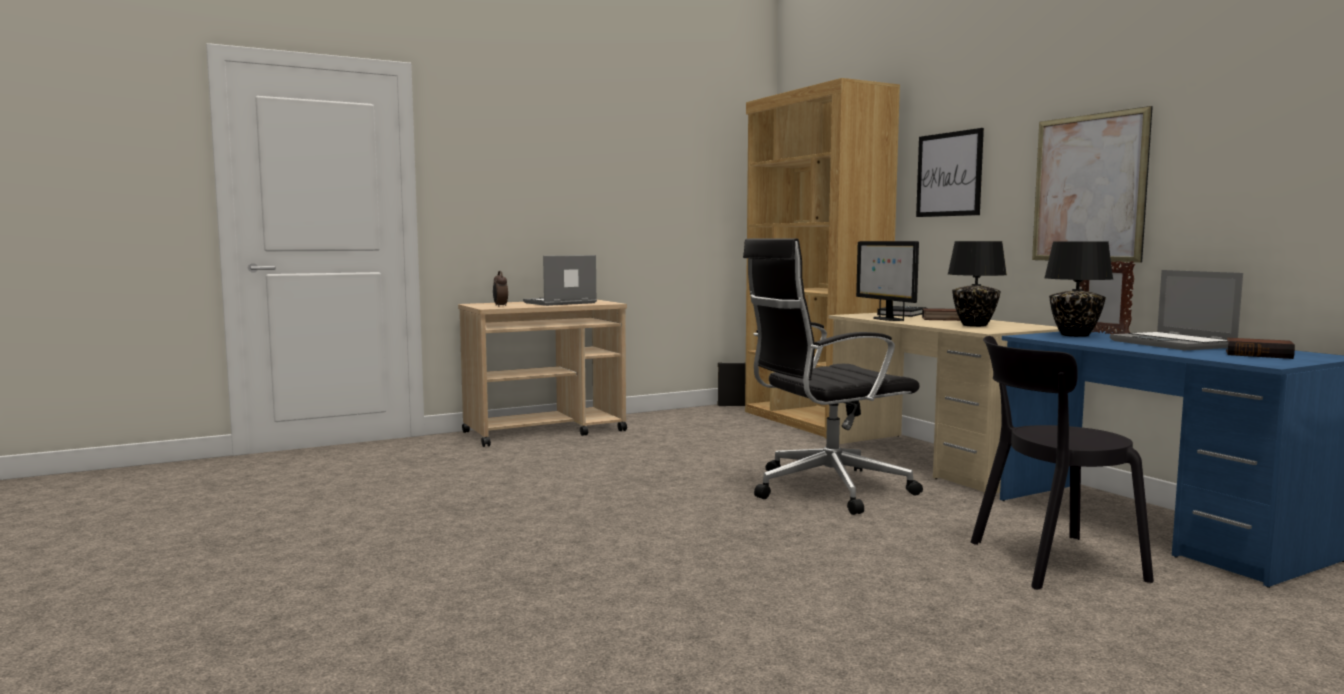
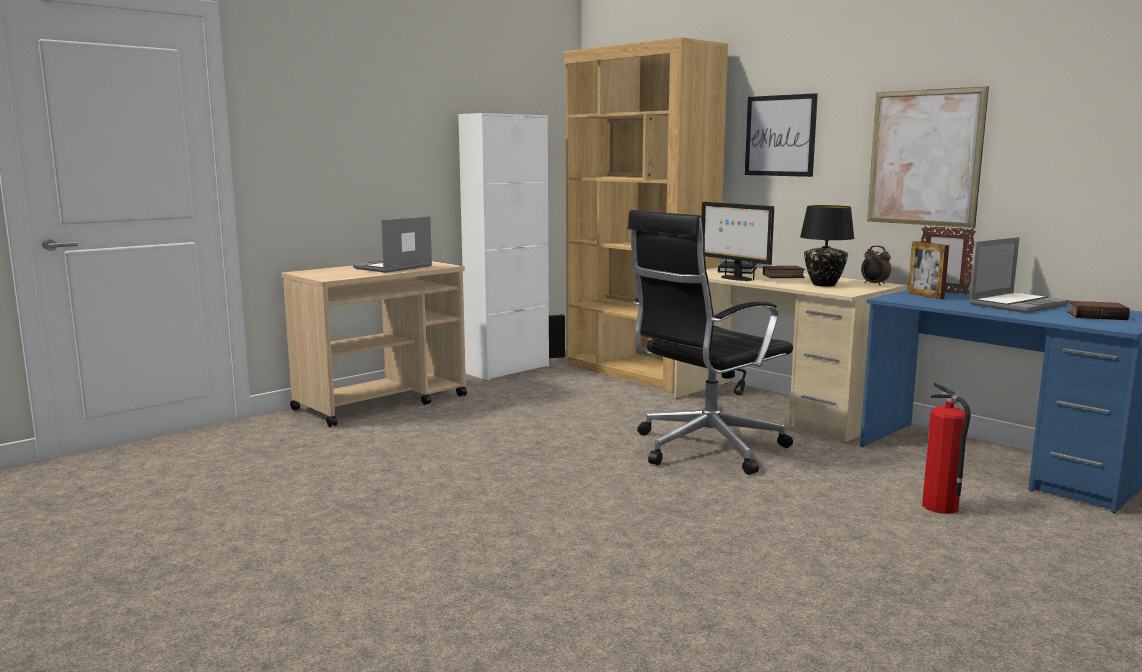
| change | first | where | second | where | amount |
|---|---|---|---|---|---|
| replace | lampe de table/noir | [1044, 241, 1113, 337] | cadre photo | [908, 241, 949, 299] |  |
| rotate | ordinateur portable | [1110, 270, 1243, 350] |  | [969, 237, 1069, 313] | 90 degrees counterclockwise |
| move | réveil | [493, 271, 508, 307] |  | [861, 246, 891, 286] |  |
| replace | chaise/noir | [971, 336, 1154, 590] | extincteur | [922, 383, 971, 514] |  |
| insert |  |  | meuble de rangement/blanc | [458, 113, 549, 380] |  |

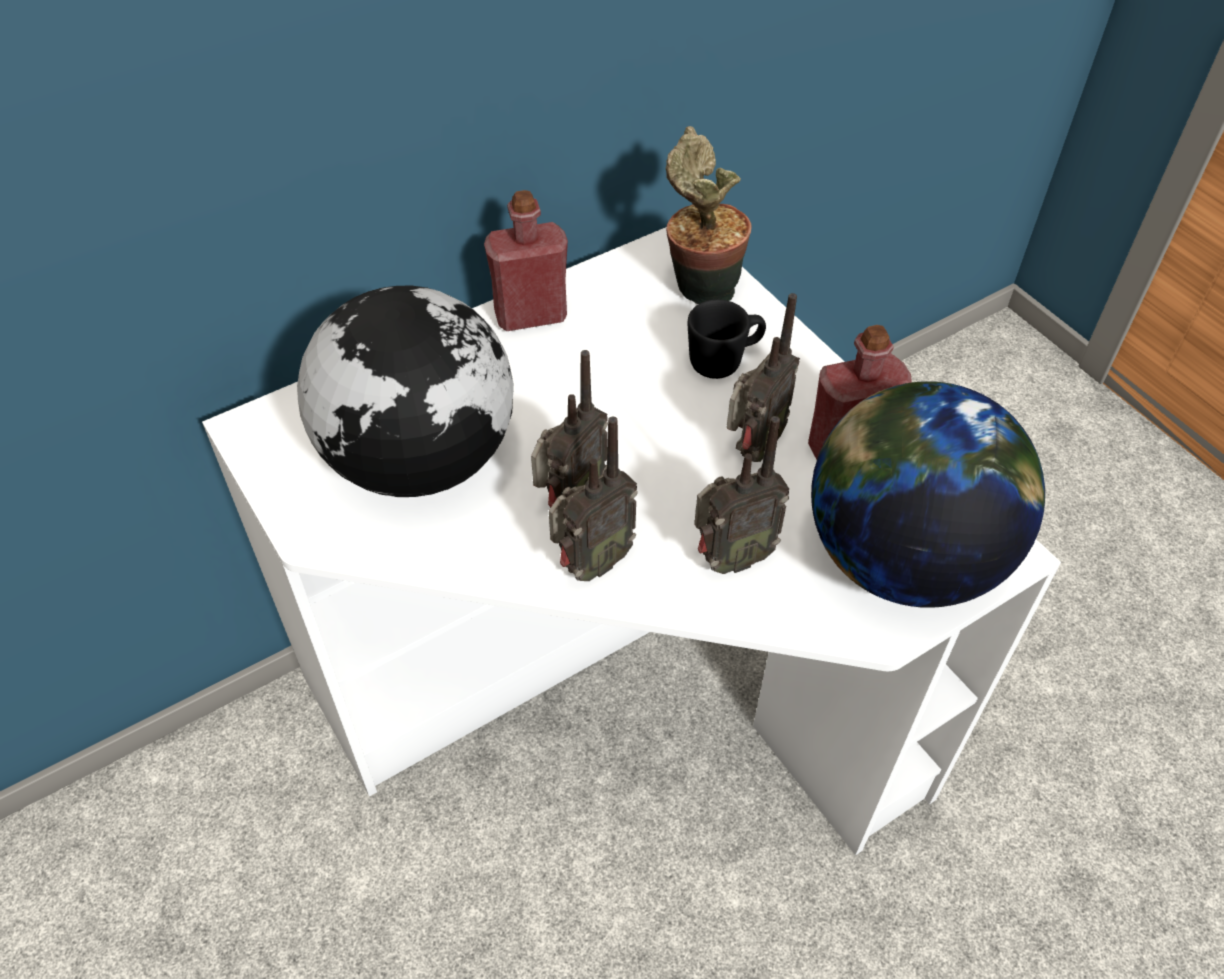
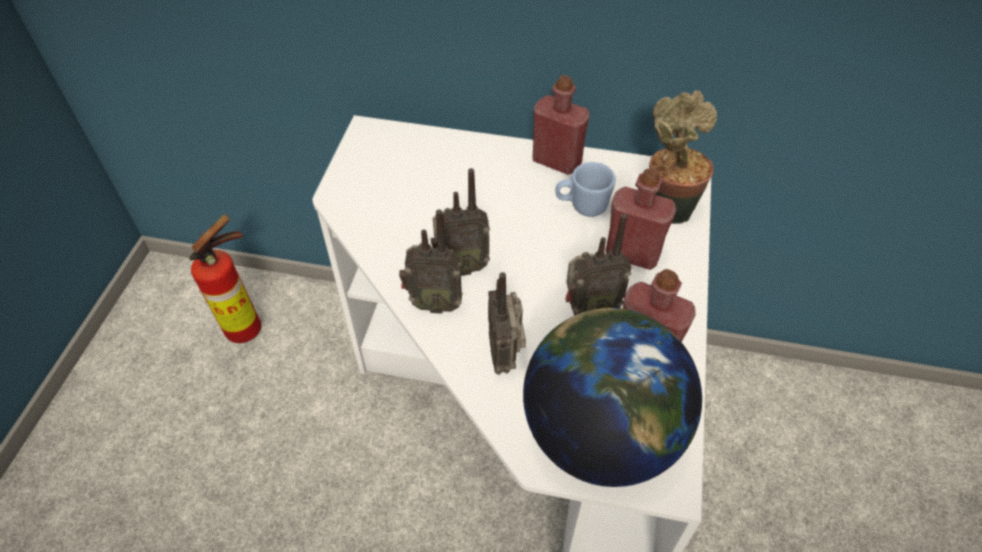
| change | first | where | second | where | amount |
|---|---|---|---|---|---|
| delete | globe | [297, 286, 514, 497] |  |  |  |
| replace | mug/noir | [688, 299, 766, 379] | bouteille/rouge | [605, 168, 676, 270] |  |
| rotate | radio | [694, 416, 789, 574] |  | [488, 272, 526, 375] | 60 degrees clockwise |
| insert |  |  | mug/bleu | [556, 162, 616, 217] |  |
| insert |  |  | extincteur | [189, 214, 261, 343] |  |

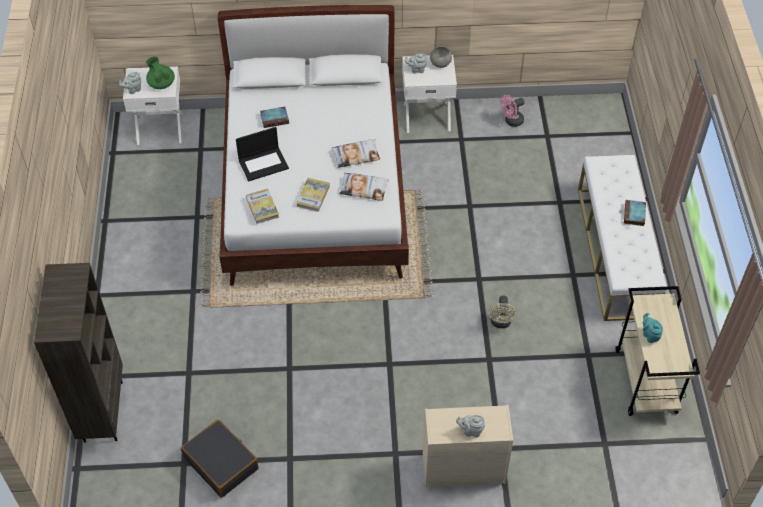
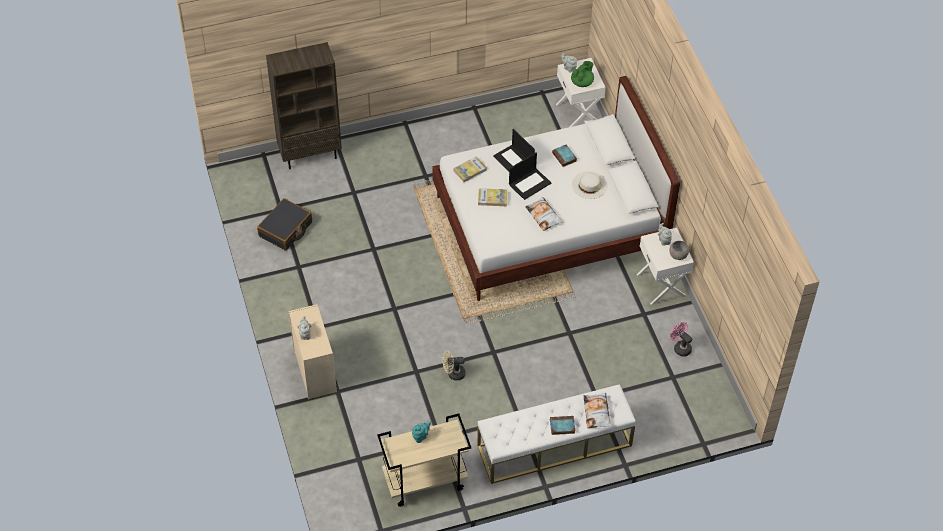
| change | first | where | second | where | amount |
|---|---|---|---|---|---|
| move | coussin | [339, 173, 389, 201] |  | [584, 393, 611, 428] |  |
| insert |  |  | ordinateur portable | [509, 152, 551, 200] |  |
| insert |  |  | chapeau/blanc | [572, 171, 608, 199] |  |

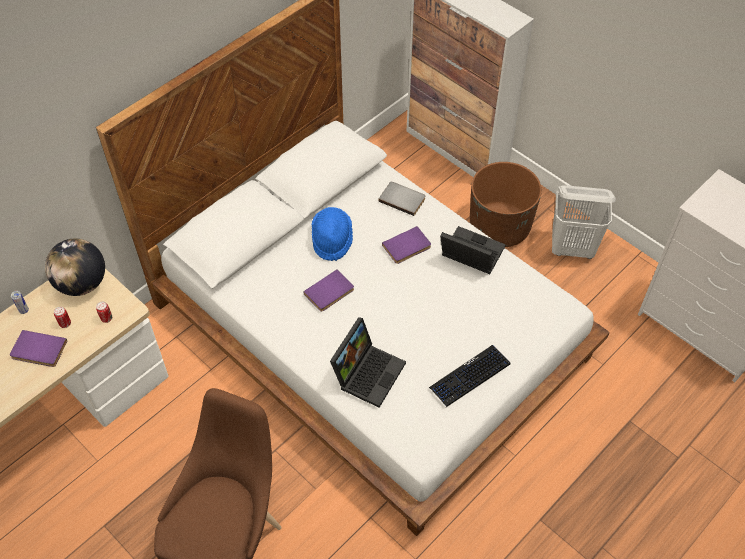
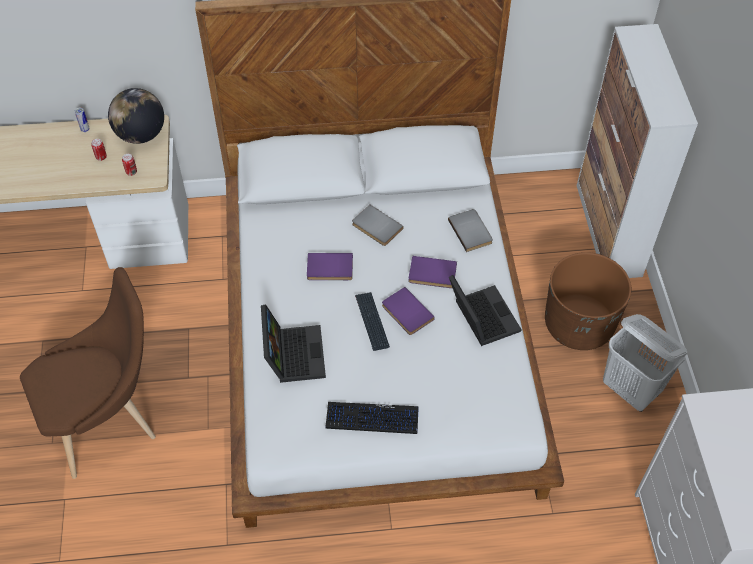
| change | first | where | second | where | amount |
|---|---|---|---|---|---|
| replace | chapeau/bleu | [311, 207, 353, 261] | livre/gris | [352, 205, 403, 246] |  |
| rotate | ordinateur portable | [330, 317, 406, 408] |  | [261, 304, 326, 383] | 75 degrees counterclockwise |
| move | livre/violet | [10, 330, 67, 367] |  | [382, 287, 435, 335] |  |
| insert |  |  | clavier | [355, 292, 390, 351] |  |

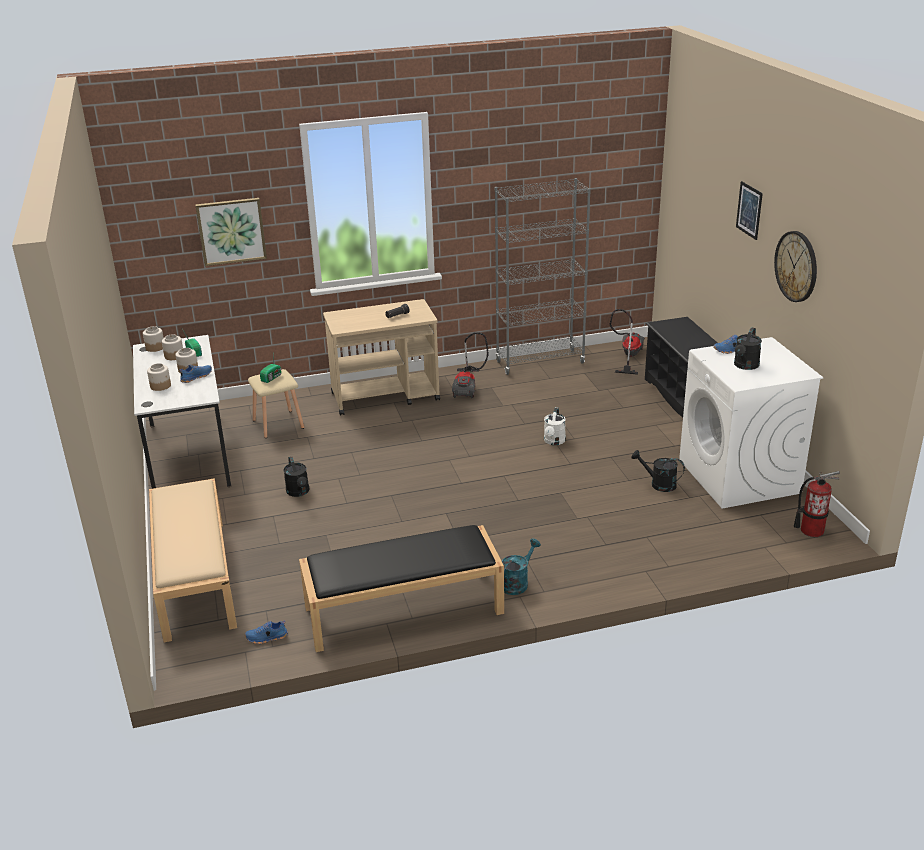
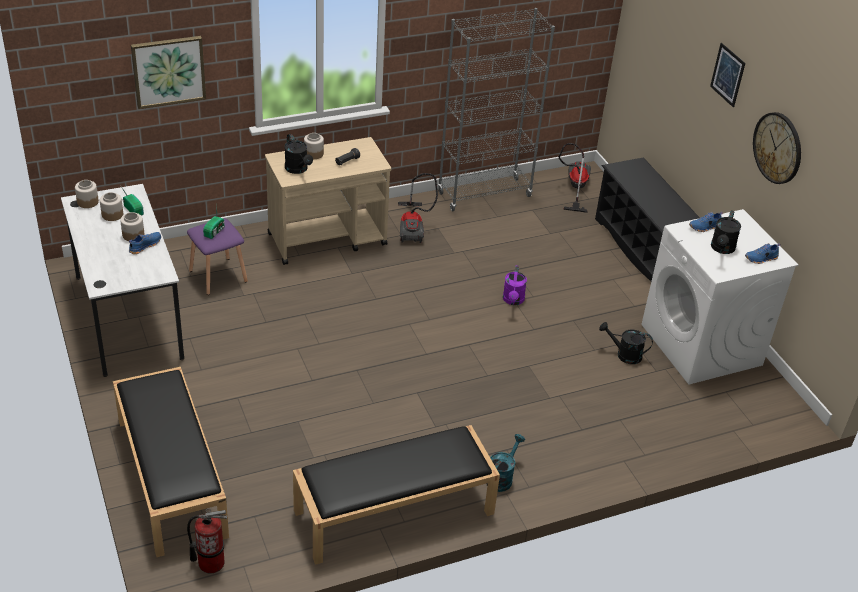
| change | first | where | second | where | amount |
|---|---|---|---|---|---|
| move | bocal | [147, 363, 171, 391] |  | [304, 133, 324, 159] |  |
| recolor | tabouret/beige | [248, 369, 304, 438] | tabouret/violet | [187, 218, 248, 295] |  |
| recolor | arrosoir/blanc | [544, 407, 566, 445] | arrosoir/violet | [503, 265, 527, 305] |  |
| move | arrosoir/noir | [283, 457, 309, 497] |  | [284, 134, 313, 174] |  |
| move | extincteur | [794, 471, 840, 537] |  | [187, 509, 227, 573] |  |
| recolor | banc/beige | [149, 478, 237, 642] | banc/noir | [113, 367, 229, 557] |  |
| move | chaussure/bleu | [245, 620, 288, 644] |  | [745, 243, 781, 264] |  |

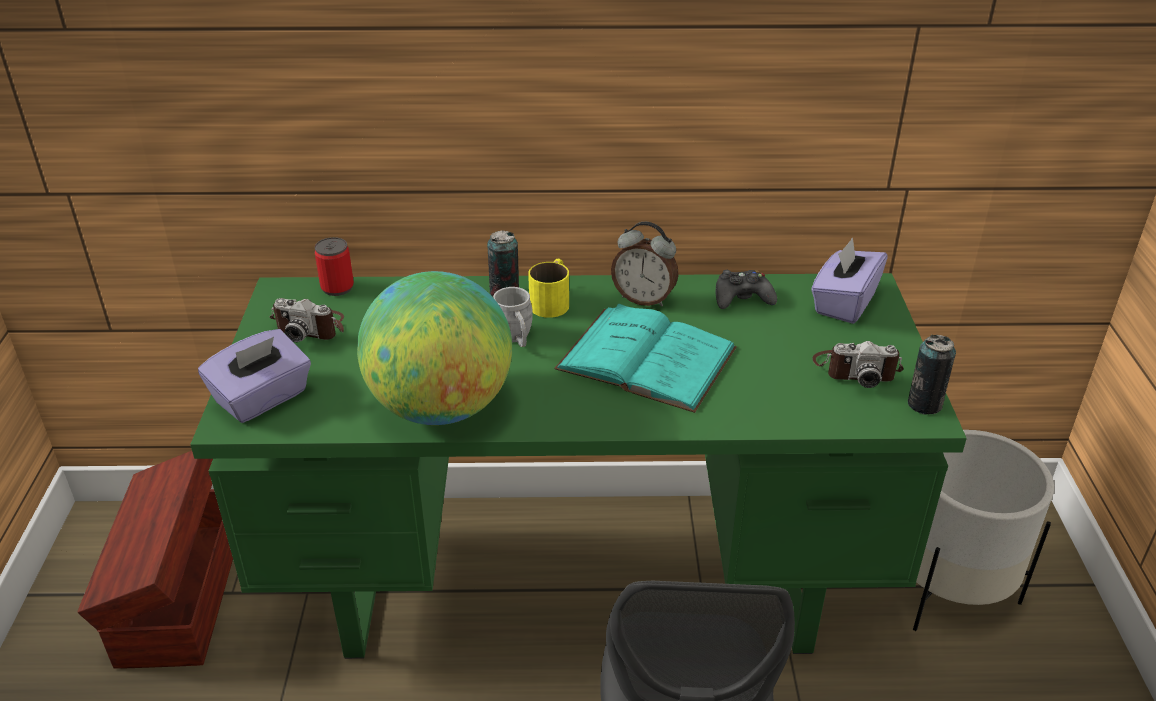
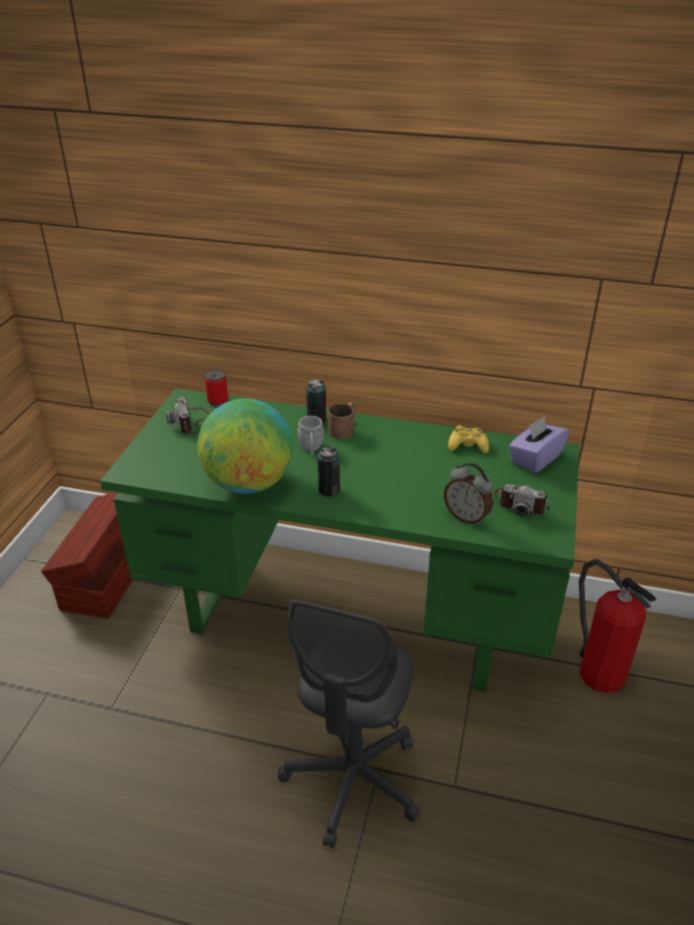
| change | first | where | second | where | amount |
|---|---|---|---|---|---|
| move | réveil | [611, 222, 679, 307] |  | [444, 463, 493, 525] |  |
| recolor | mug/jaune | [528, 259, 569, 318] | mug/marron | [328, 402, 357, 439] |  |
| recolor | manette/noir | [716, 270, 777, 309] | manette/jaune | [448, 425, 489, 453] |  |
| rotate | appareil photo | [270, 298, 344, 342] |  | [166, 397, 210, 434] | 45 degrees clockwise |
| delete | livre/turquoise | [554, 303, 737, 413] |  |  |  |
| delete | boîte à mouchoirs/violet | [198, 329, 311, 423] |  |  |  |
| move | boîte métallique | [908, 335, 956, 414] |  | [318, 446, 340, 497] |  |
| replace | cache-pot/blanc | [913, 430, 1054, 631] | extincteur | [579, 559, 656, 693] |  |

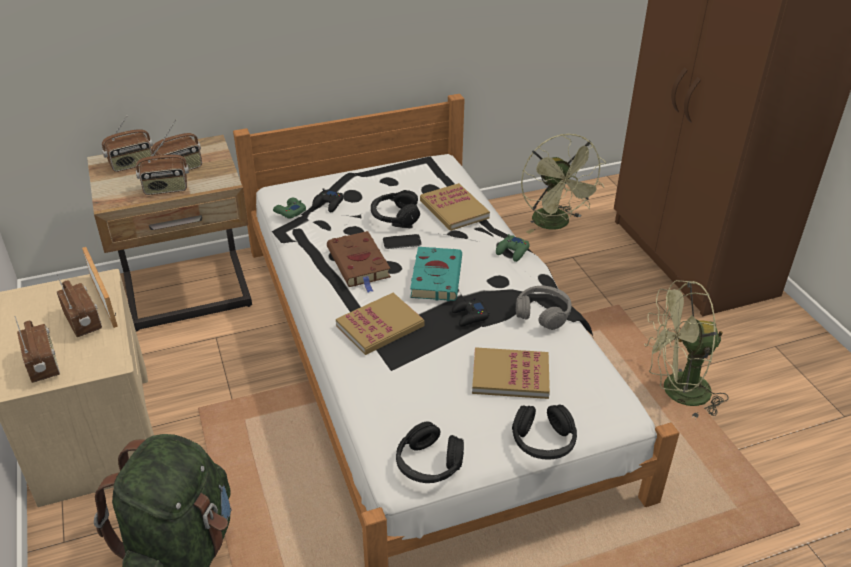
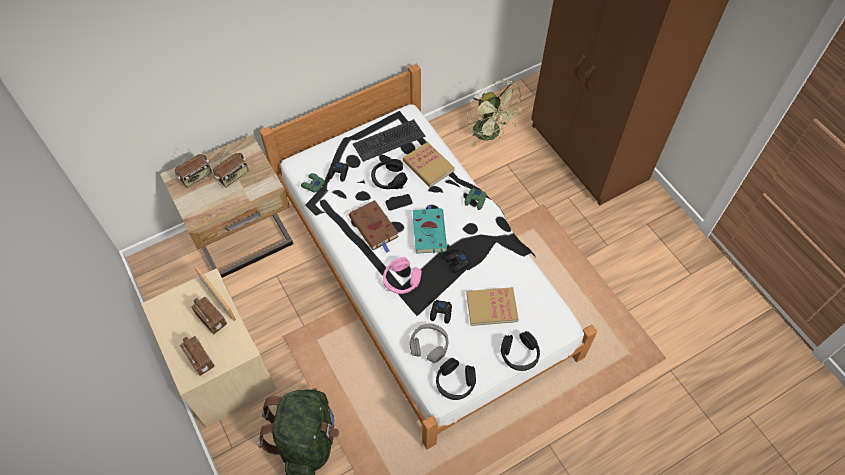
| change | first | where | second | where | amount |
|---|---|---|---|---|---|
| delete | radio | [136, 139, 189, 195] |  |  |  |
| delete | ventilateur/vert | [644, 280, 729, 419] |  |  |  |
| move | casque audio/gris | [516, 285, 572, 330] |  | [410, 324, 448, 363] |  |
| replace | livre | [336, 293, 425, 355] | casque audio/rose | [383, 257, 422, 294] |  |
| insert |  |  | clavier | [353, 119, 425, 162] |  |
| insert |  |  | manette/noir | [430, 300, 452, 324] |  |

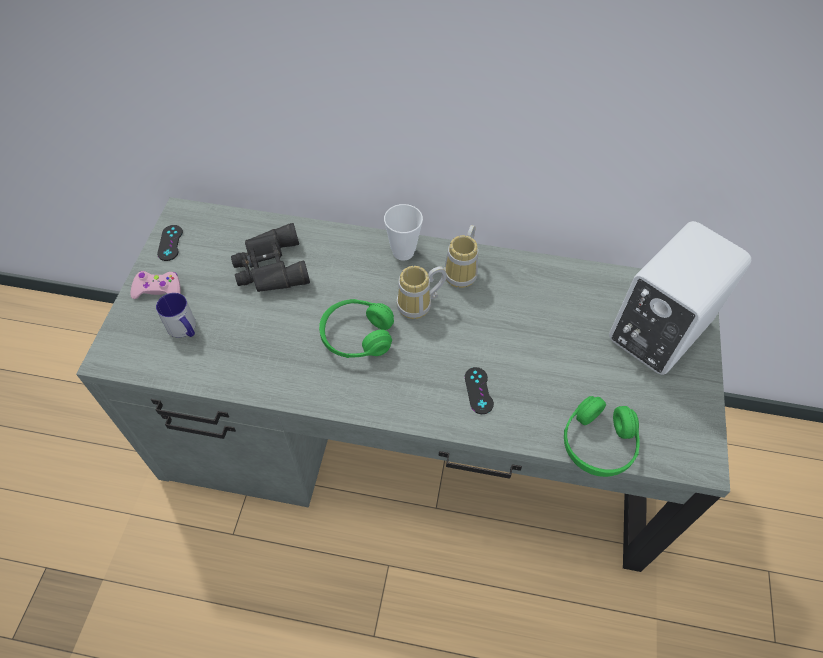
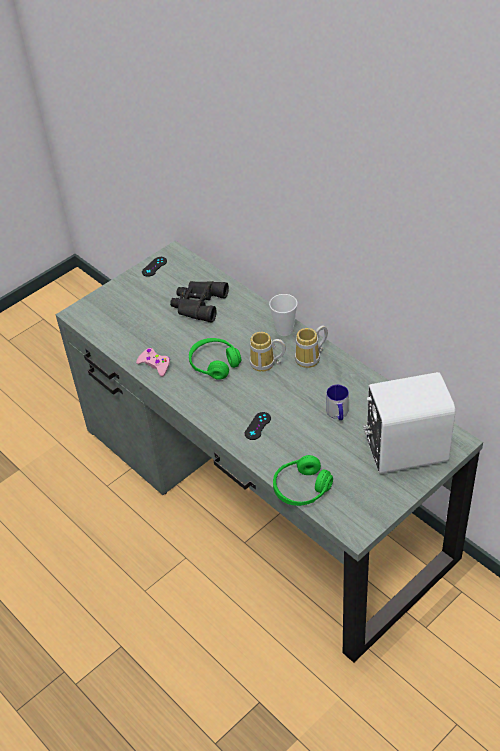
| change | first | where | second | where | amount |
|---|---|---|---|---|---|
| move | manette/rose | [130, 271, 181, 299] |  | [136, 348, 170, 376] |  |
| move | mug | [156, 293, 196, 337] |  | [326, 385, 349, 420] |  |

